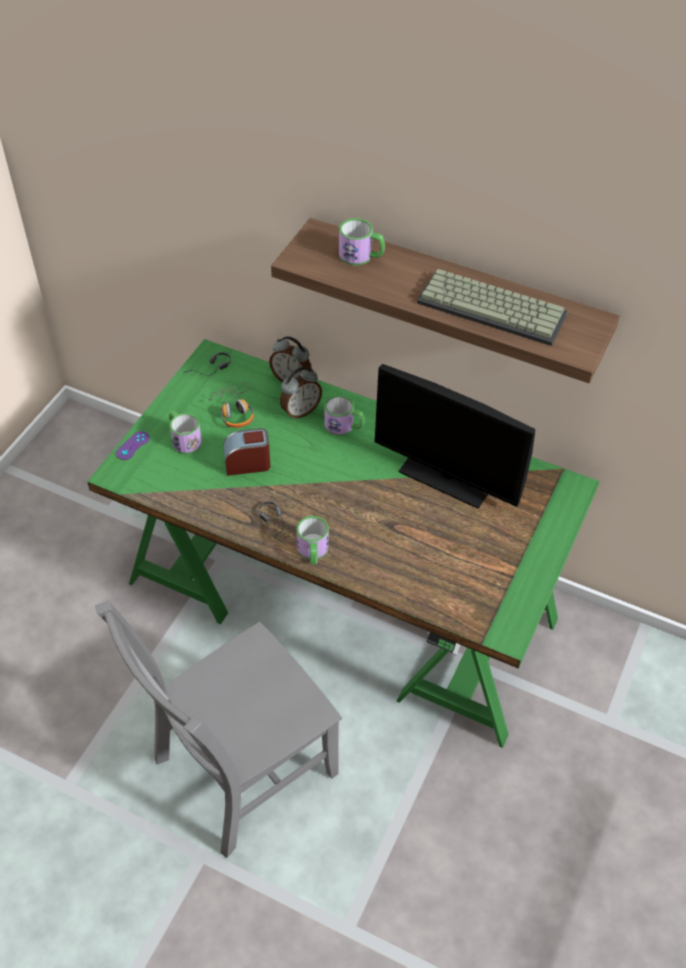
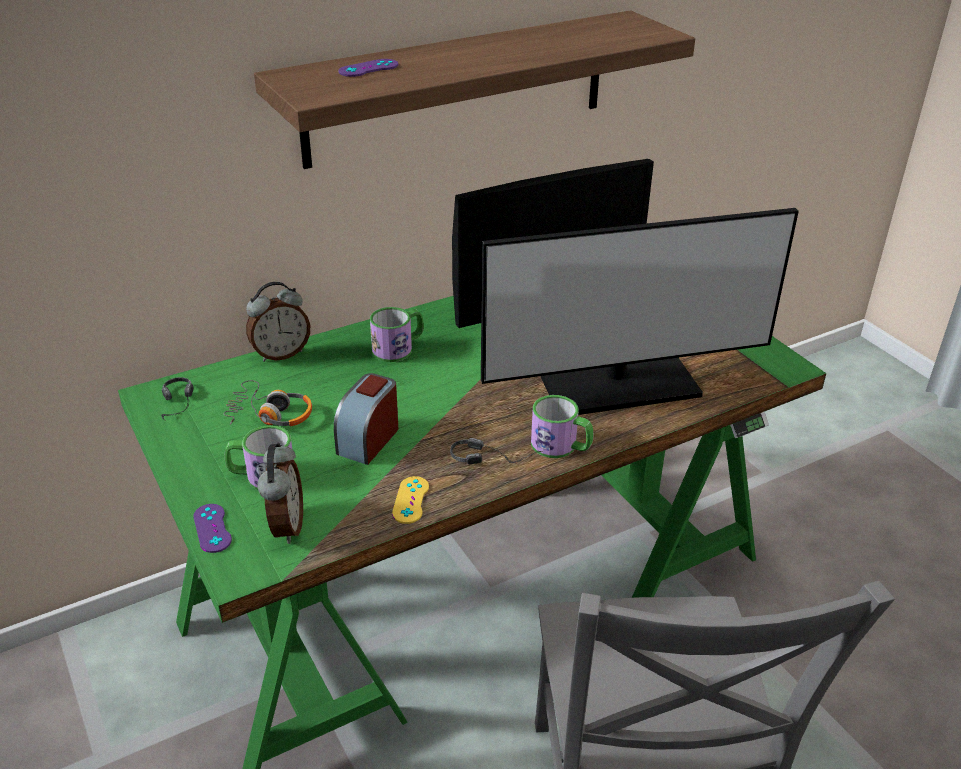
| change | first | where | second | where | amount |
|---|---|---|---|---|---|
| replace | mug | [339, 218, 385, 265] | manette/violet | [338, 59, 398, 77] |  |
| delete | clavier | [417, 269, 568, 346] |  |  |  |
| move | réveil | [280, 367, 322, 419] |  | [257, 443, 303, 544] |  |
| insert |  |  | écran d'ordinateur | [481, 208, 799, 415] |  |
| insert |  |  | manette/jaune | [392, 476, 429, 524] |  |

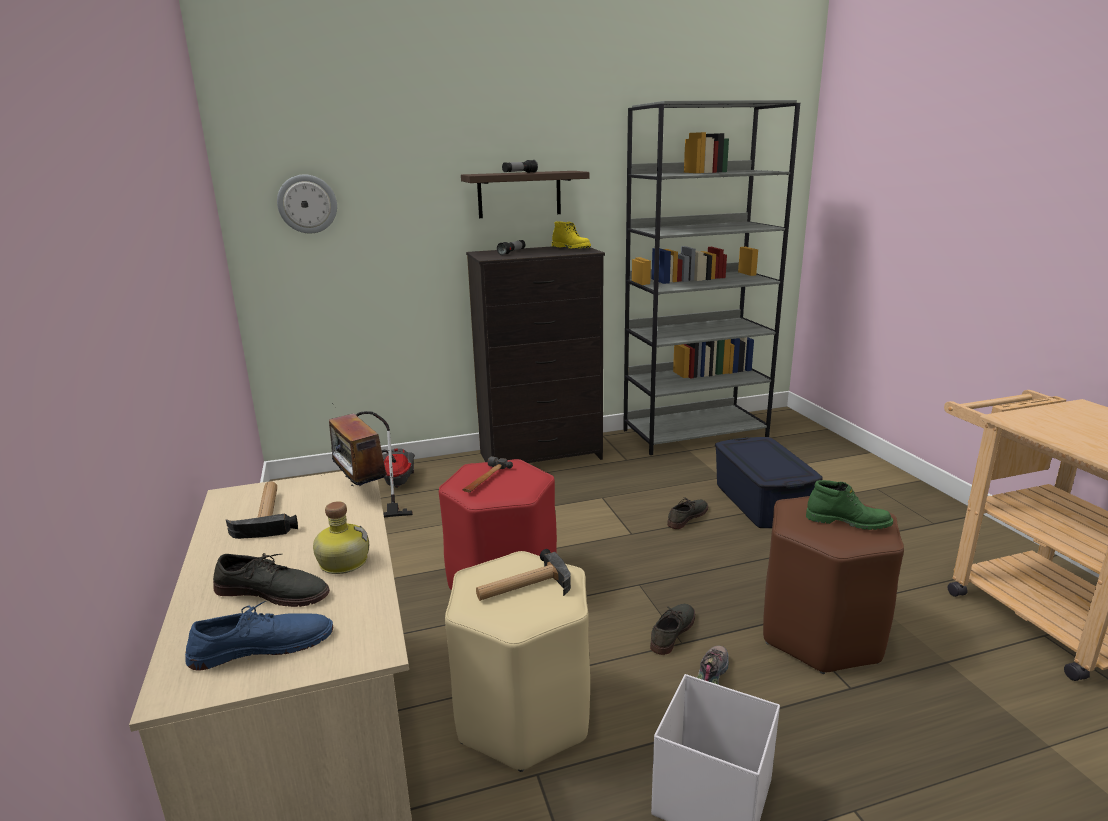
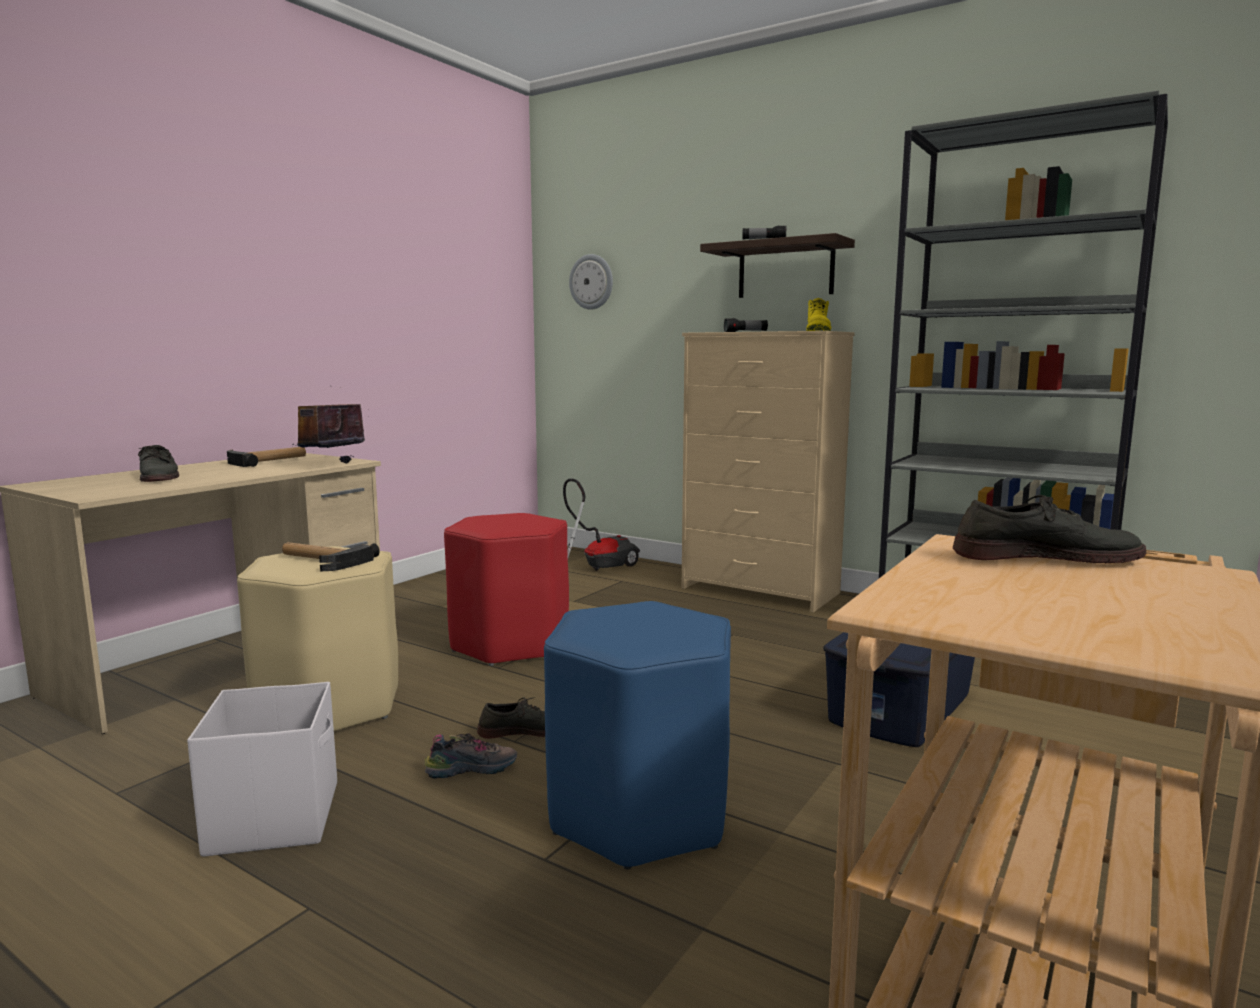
| change | first | where | second | where | amount |
|---|---|---|---|---|---|
| recolor | commode/noir | [466, 246, 605, 463] | commode/beige | [681, 331, 855, 612] |  |
| delete | marteau | [462, 456, 513, 492] |  |  |  |
| delete | botte/vert | [806, 480, 893, 530] |  |  |  |
| recolor | tabouret/marron | [763, 496, 904, 674] | tabouret/bleu | [544, 601, 731, 870] |  |
| move | chaussure/gris | [667, 497, 708, 529] |  | [953, 495, 1146, 563] |  |
| delete | bouteille | [313, 501, 369, 574] |  |  |  |
| delete | chaussure/bleu | [185, 601, 333, 671] |  |  |  |

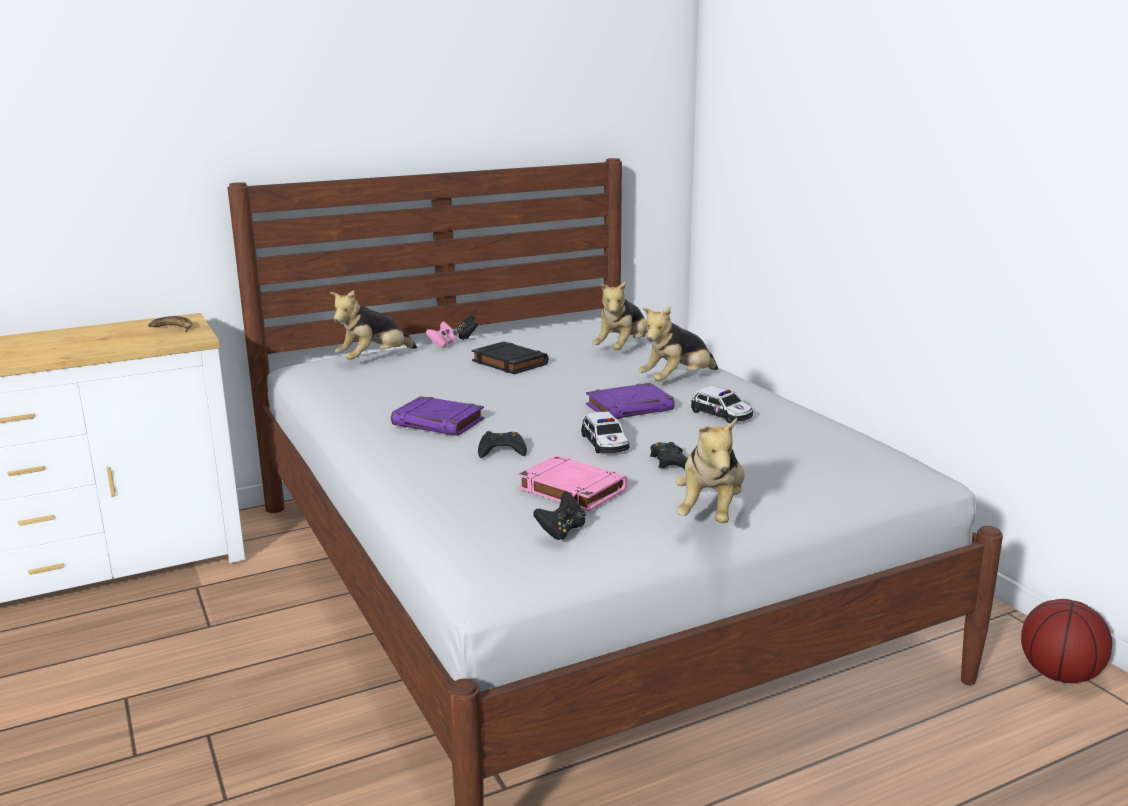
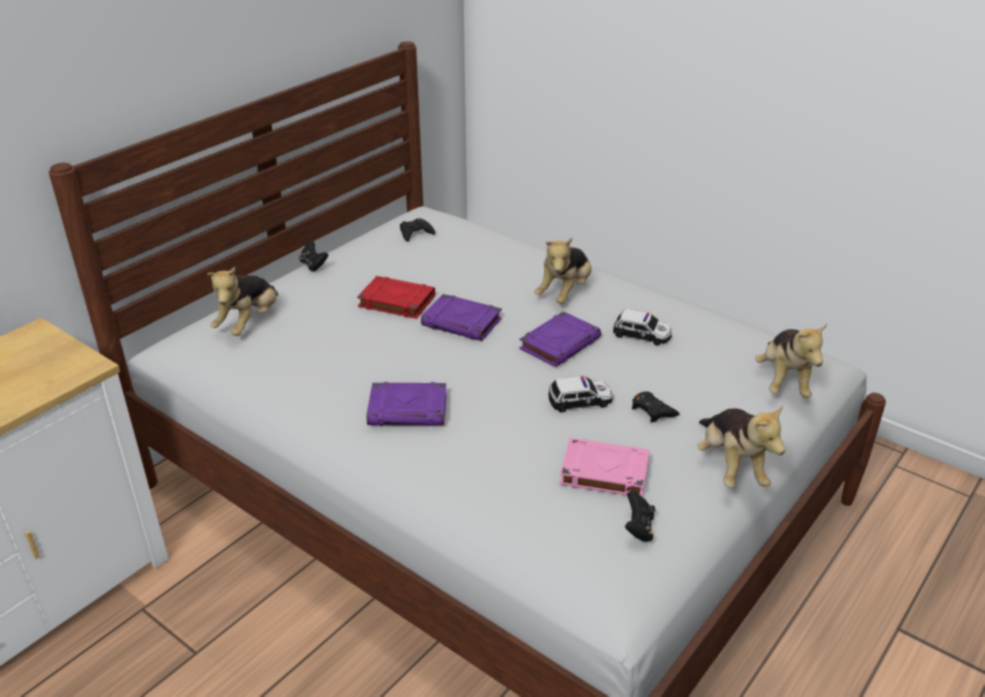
| change | first | where | second | where | amount |
|---|---|---|---|---|---|
| move | peluche | [592, 281, 648, 350] |  | [755, 323, 827, 398] |  |
| delete | banane | [148, 316, 192, 332] |  |  |  |
| delete | manette/rose | [426, 321, 457, 348] |  |  |  |
| recolor | livre/noir | [472, 342, 549, 374] | livre/rouge | [357, 276, 435, 319] |  |
| rotate | petite voiture | [581, 412, 630, 453] |  | [549, 375, 613, 413] | 60 degrees counterclockwise |
| move | manette/noir | [478, 431, 527, 458] |  | [400, 218, 435, 242] |  |
| delete | ballon de basket | [1021, 599, 1112, 683] |  |  |  |
| insert |  |  | livre/violet | [421, 294, 502, 341] |  |

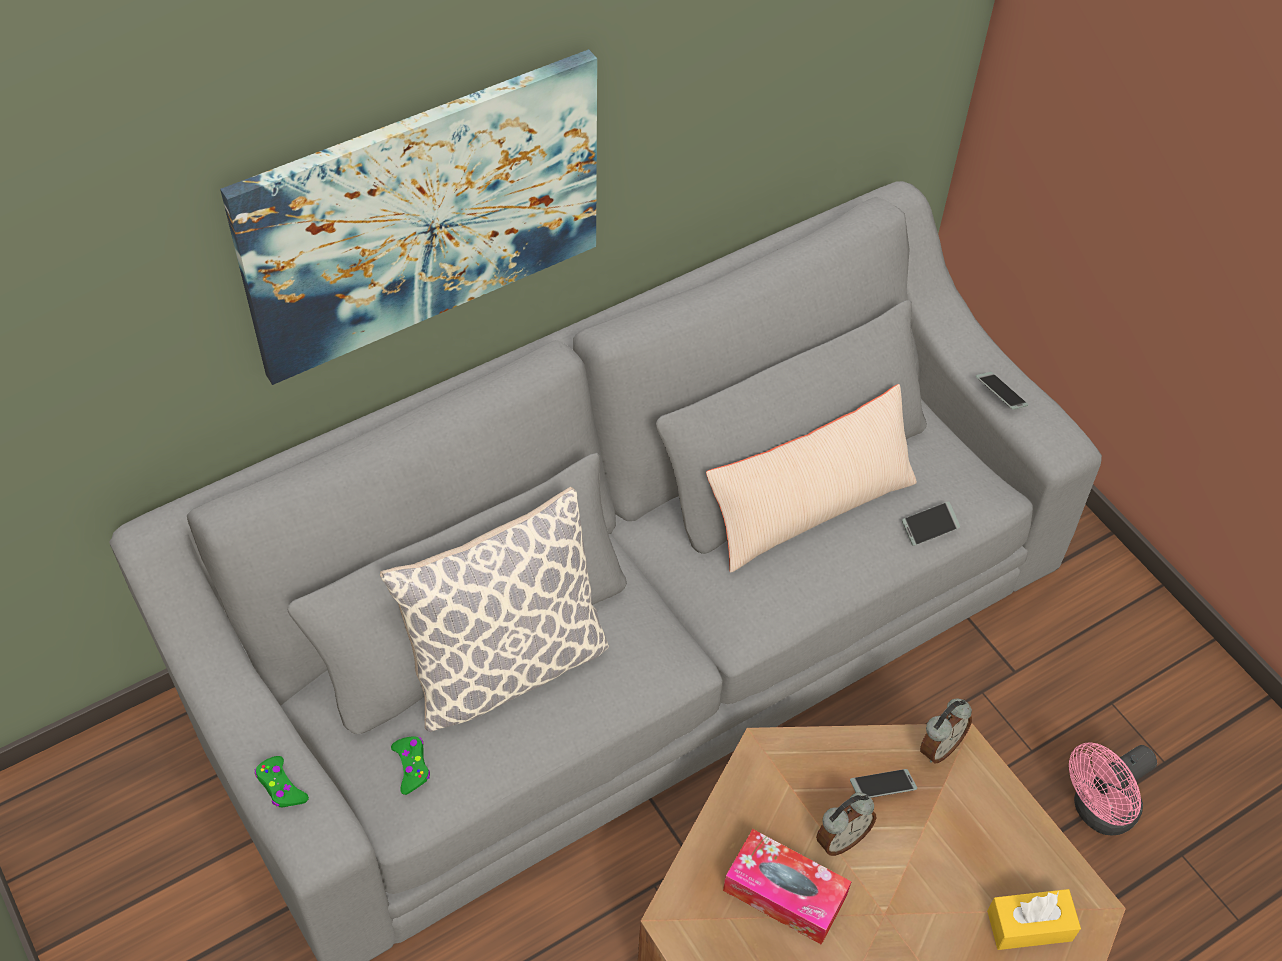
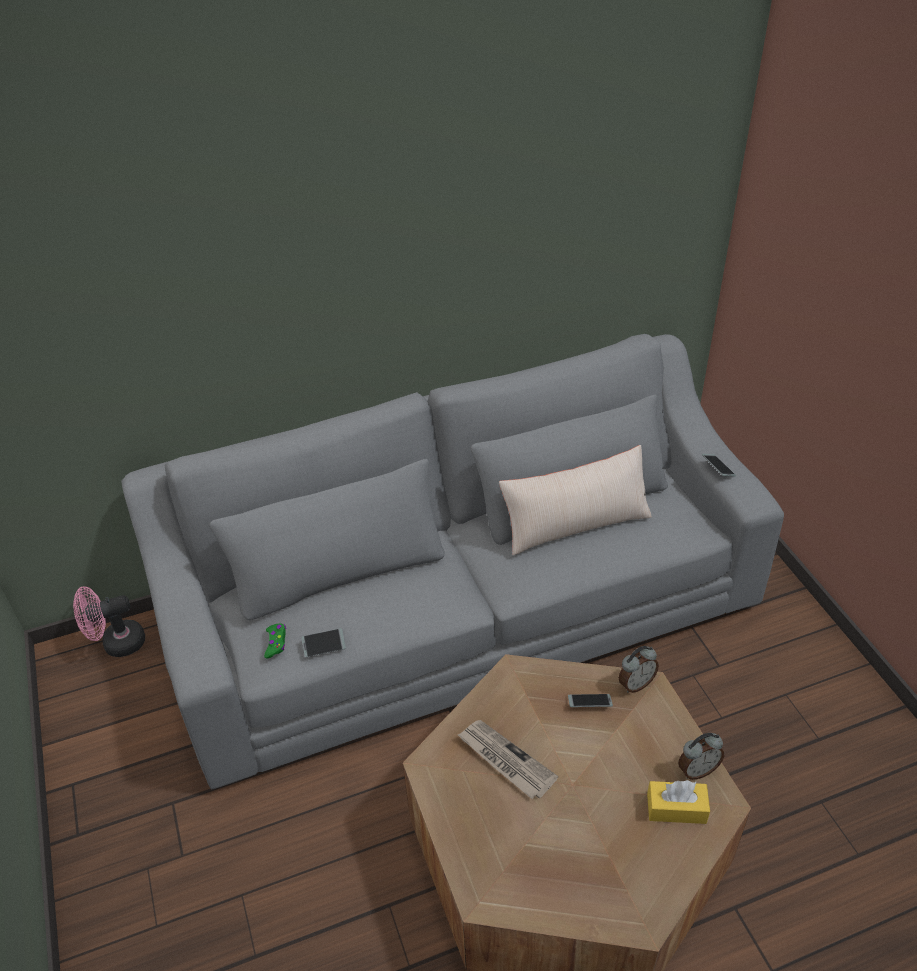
| change | first | where | second | where | amount |
|---|---|---|---|---|---|
| delete | tableau | [220, 49, 597, 385] |  |  |  |
| delete | coussin | [380, 487, 609, 732] |  |  |  |
| move | téléphone | [902, 502, 960, 546] |  | [301, 628, 346, 657] |  |
| move | ventilateur/rose | [1069, 742, 1157, 835] |  | [73, 586, 145, 657] |  |
| delete | manette/vert | [255, 756, 309, 807] |  |  |  |
| move | réveil | [816, 792, 876, 856] |  | [678, 733, 724, 780] |  |
| replace | boîte à mouchoirs | [723, 829, 852, 945] | journal | [458, 720, 558, 799] |  |

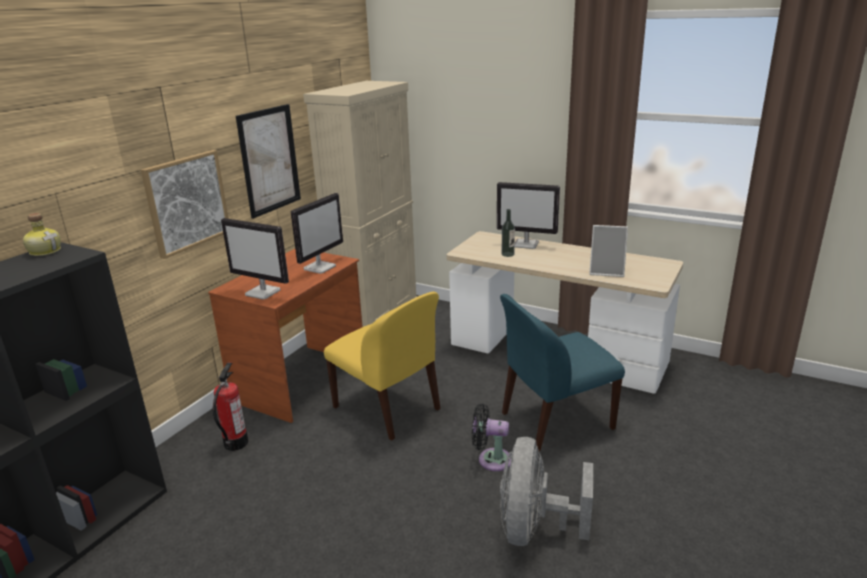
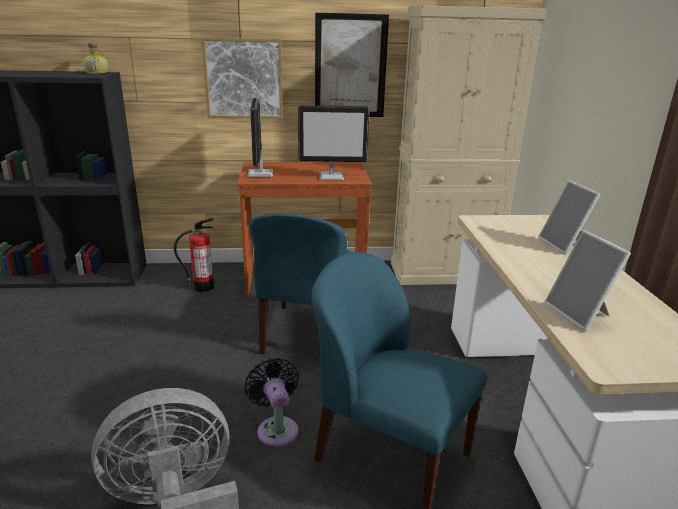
| change | first | where | second | where | amount |
|---|---|---|---|---|---|
| replace | écran d'ordinateur | [497, 182, 560, 249] | cadre photo | [538, 180, 601, 255] |  |
| delete | bouteille | [502, 209, 515, 257] |  |  |  |
| recolor | chaise/jaune | [324, 292, 441, 441] | chaise/bleu | [249, 214, 351, 354] |  |

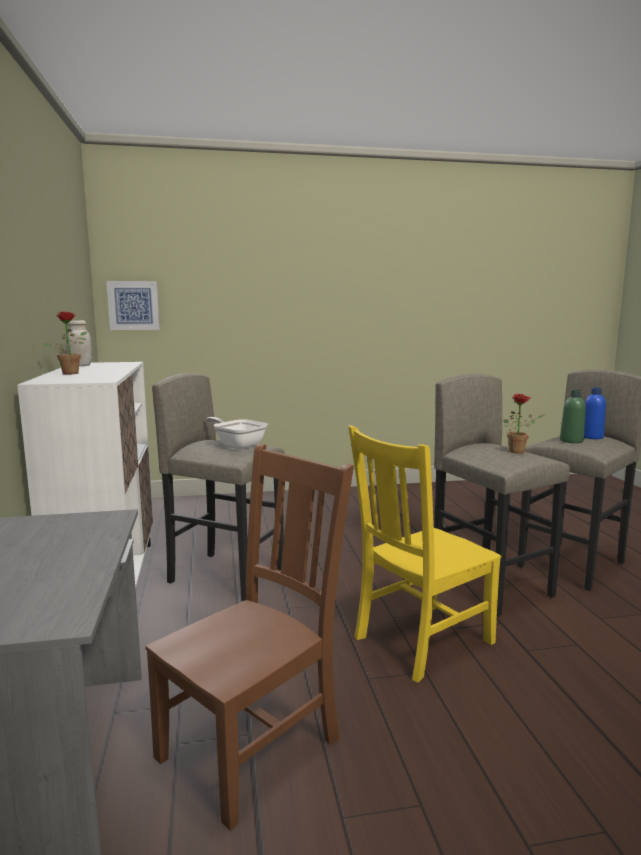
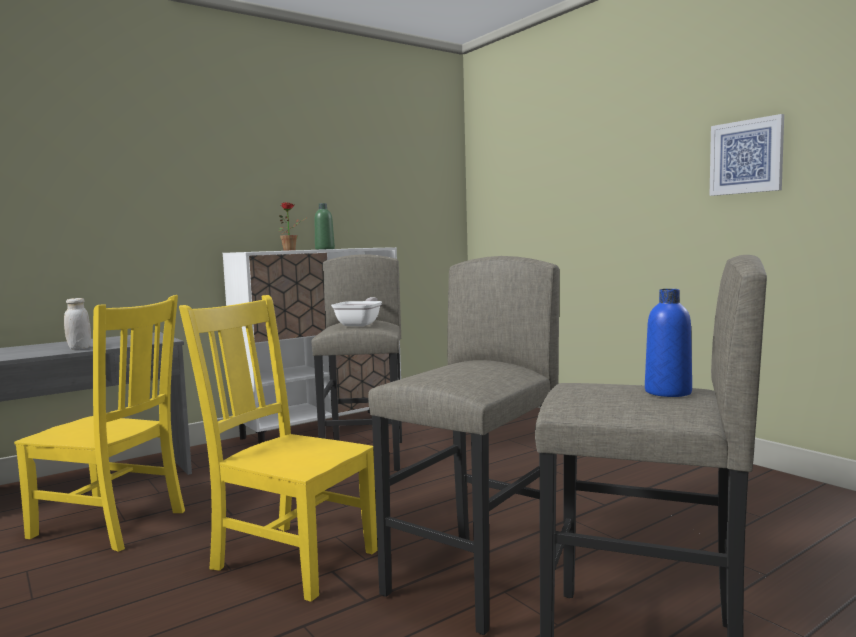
| change | first | where | second | where | amount |
|---|---|---|---|---|---|
| move | tableau | [106, 281, 160, 330] |  | [709, 114, 784, 196] |  |
| move | bocal/blanc | [66, 320, 92, 366] |  | [64, 298, 91, 350] |  |
| move | bouteille/vert | [560, 390, 586, 443] |  | [315, 203, 335, 250] |  |
| delete | plante en pot | [504, 394, 546, 453] |  |  |  |
| recolor | chaise/marron | [145, 443, 354, 831] | chaise/jaune | [14, 295, 185, 552] |  |

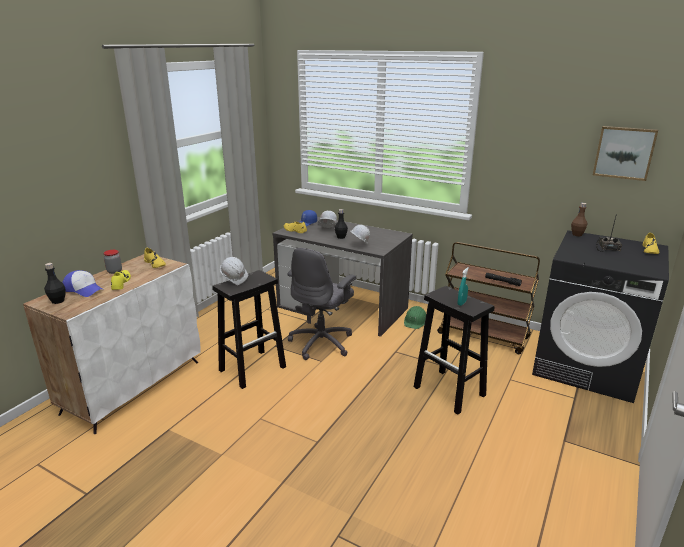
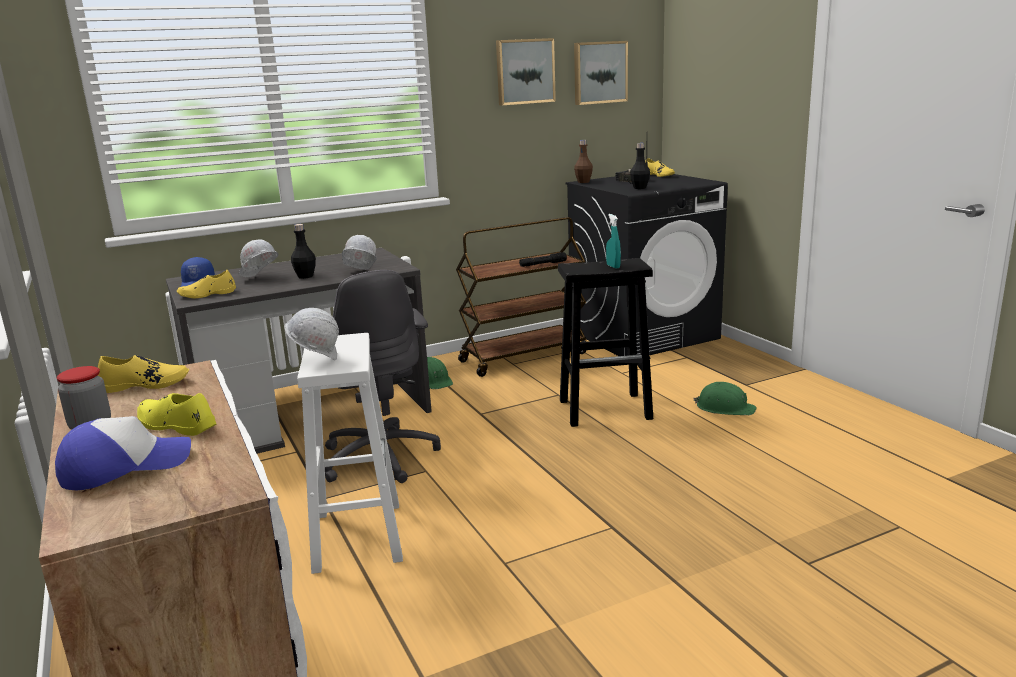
| change | first | where | second | where | amount |
|---|---|---|---|---|---|
| move | bouteille/noir | [44, 263, 65, 304] |  | [630, 143, 650, 189] |  |
| recolor | tabouret/noir | [212, 270, 286, 389] | tabouret/blanc | [297, 333, 403, 574] |  |
| insert |  |  | tableau | [496, 38, 556, 105] |  |
| insert |  |  | casque de chantier/vert | [693, 382, 757, 415] |  |

